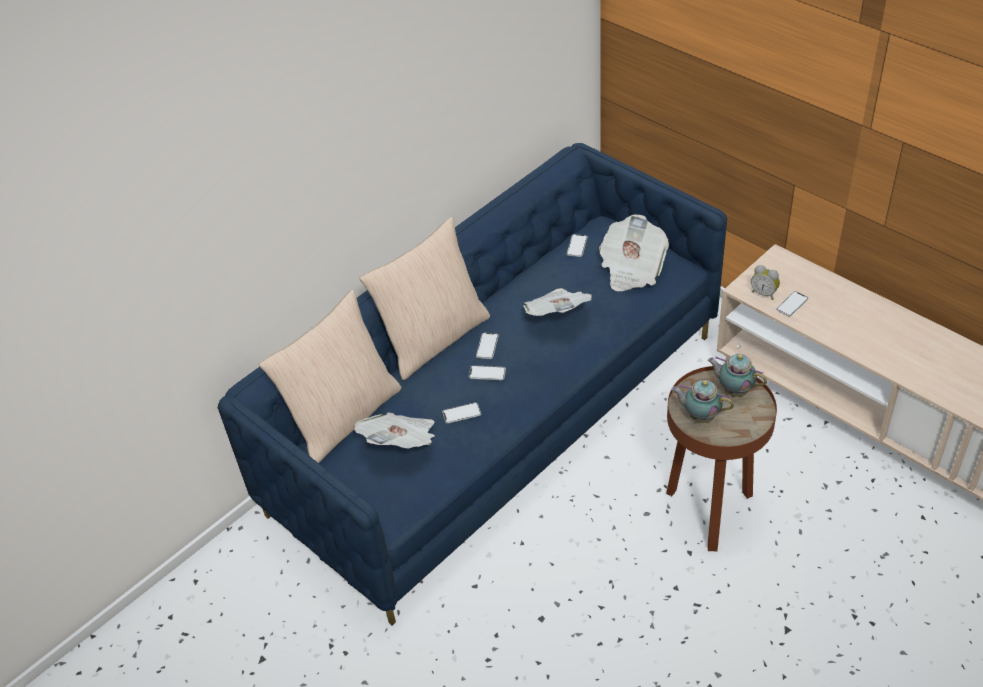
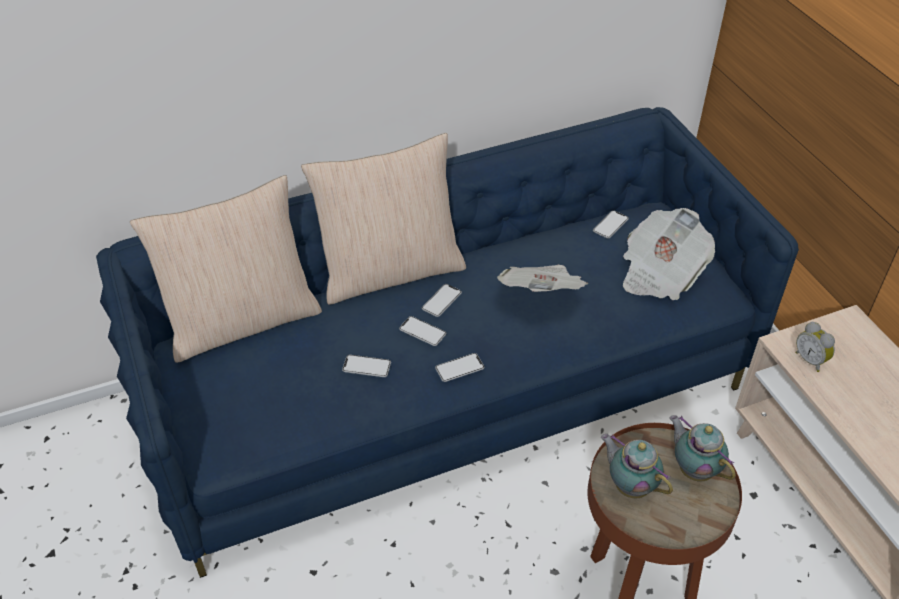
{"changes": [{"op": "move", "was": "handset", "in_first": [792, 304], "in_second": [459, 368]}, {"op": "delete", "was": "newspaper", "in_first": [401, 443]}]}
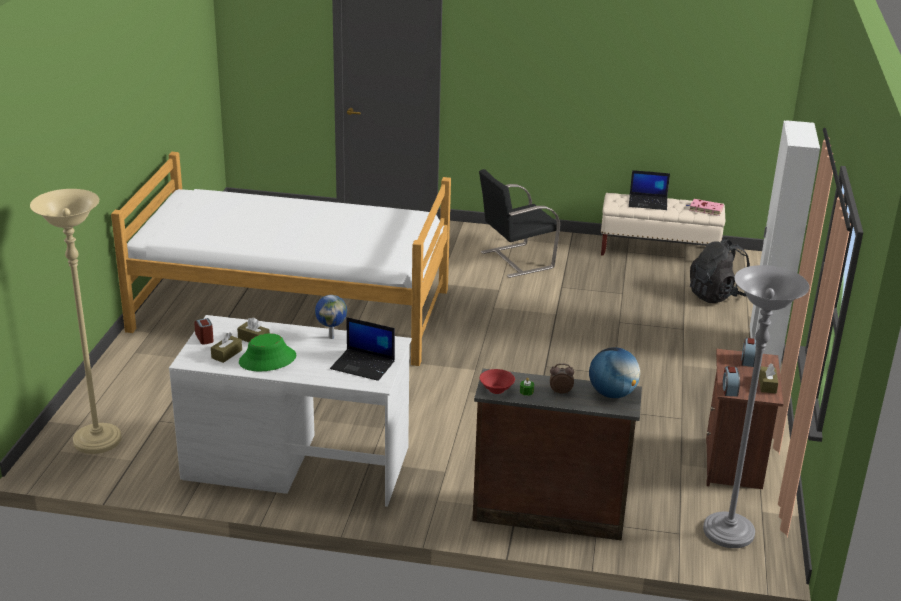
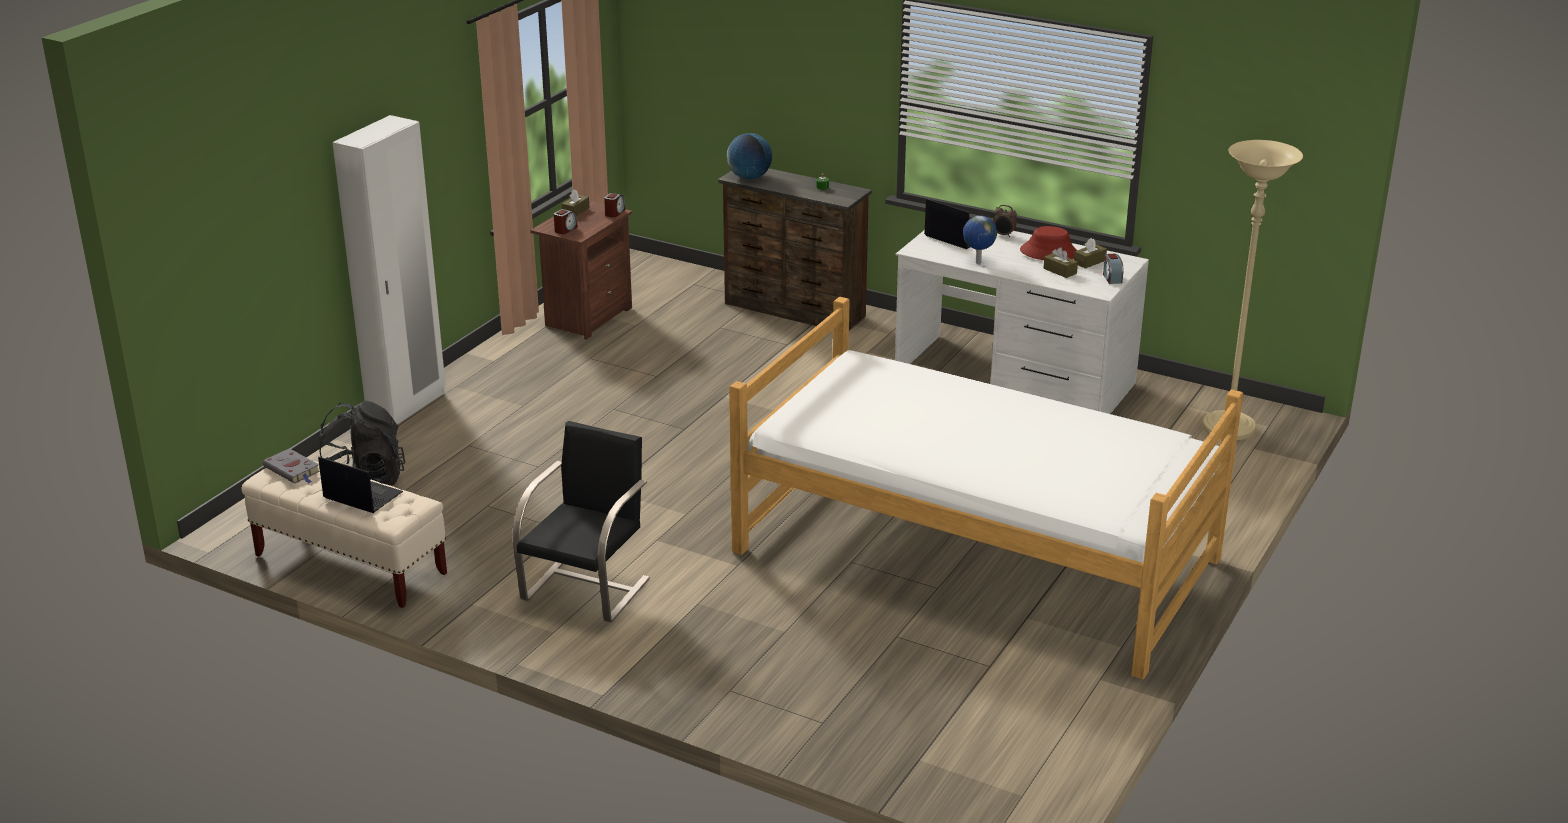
{"changes": [{"op": "recolor", "was": "pink-coloured volume", "now": "grey volume", "in_first": [705, 209], "in_second": [293, 470]}, {"op": "rotate", "was": "black plain chair", "in_first": [515, 260], "in_second": [587, 588], "clockwise": -60}, {"op": "move", "was": "table clock", "in_first": [560, 392], "in_second": [1003, 235]}, {"op": "recolor", "was": "greenish wearable hat", "now": "red wearable hat", "in_first": [267, 359], "in_second": [1049, 252]}, {"op": "delete", "was": "red deep dish", "in_first": [496, 389]}, {"op": "delete", "was": "grey standard lamp", "in_first": [728, 533]}]}
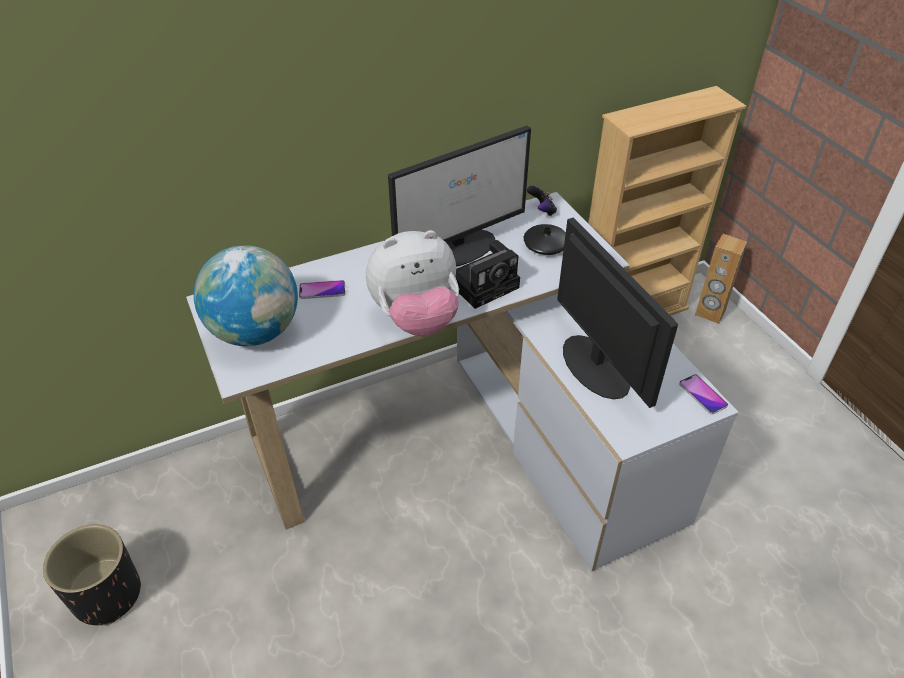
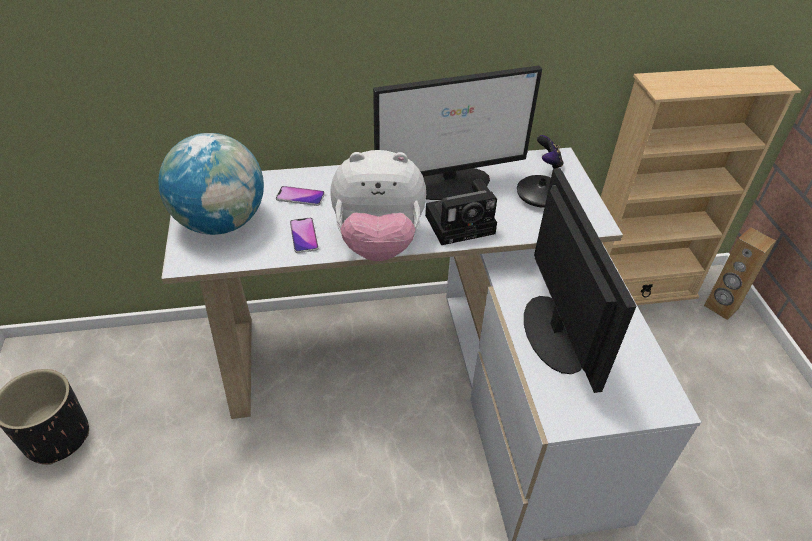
{"changes": [{"op": "move", "was": "handset", "in_first": [702, 395], "in_second": [304, 236]}]}
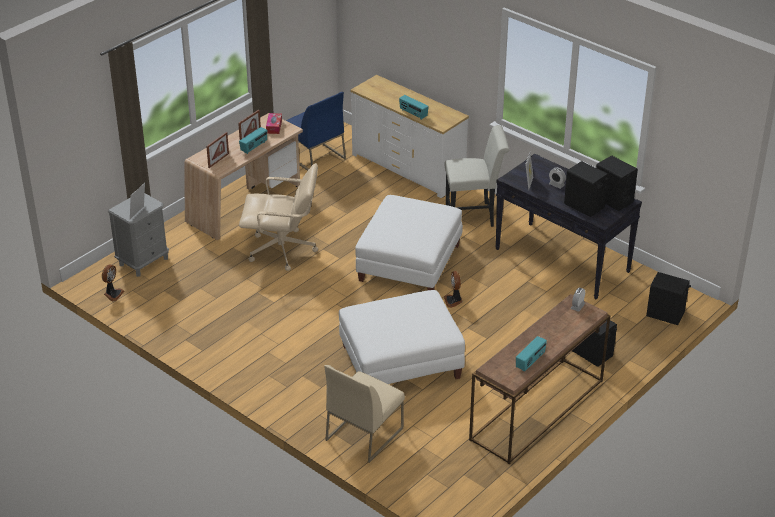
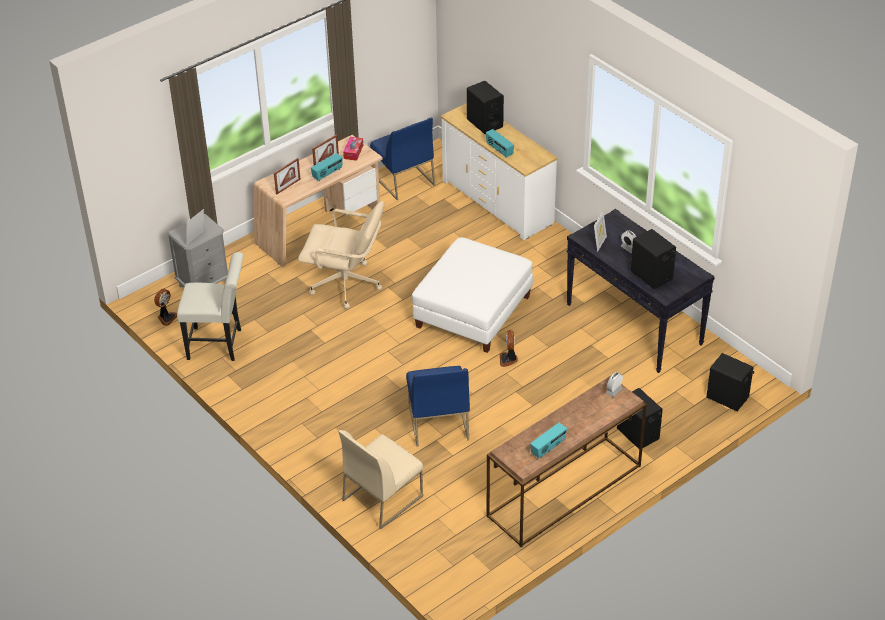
{"changes": [{"op": "move", "was": "whitish plain chair", "in_first": [474, 215], "in_second": [219, 344]}, {"op": "replace", "was": "whitish ottoman", "now": "blue plain chair", "in_first": [400, 361], "in_second": [438, 422]}, {"op": "move", "was": "black audio speaker", "in_first": [612, 200], "in_second": [484, 123]}]}
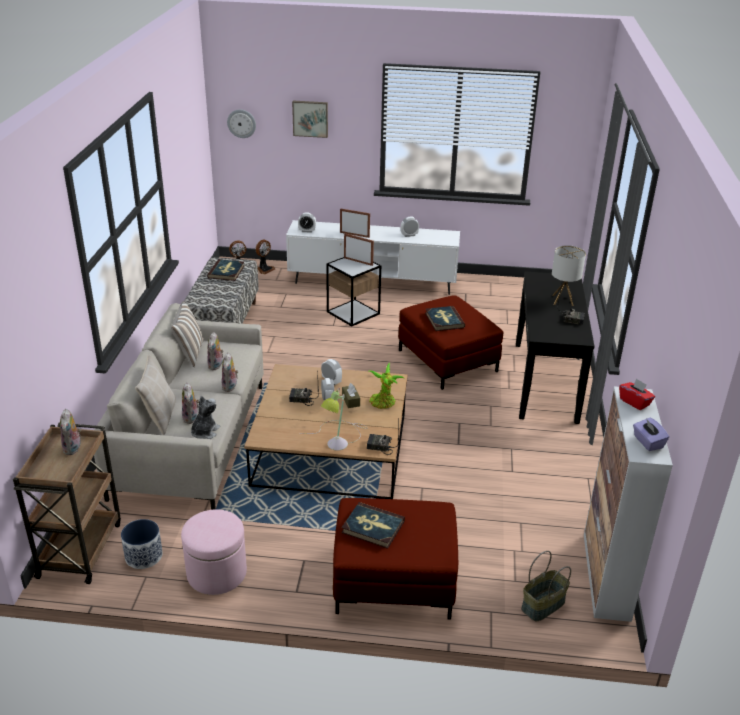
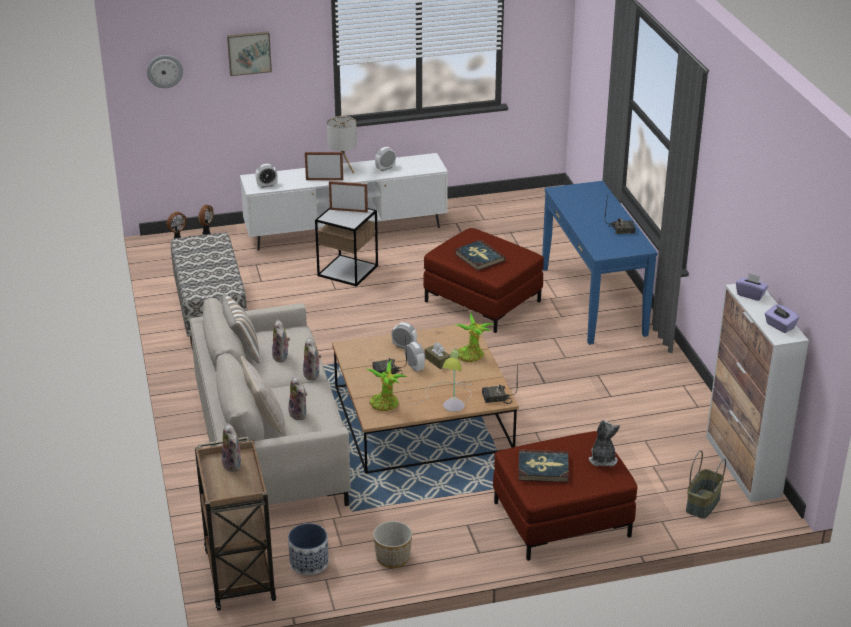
{"changes": [{"op": "move", "was": "tabletop lamp", "in_first": [563, 300], "in_second": [343, 170]}, {"op": "insert", "now": "potted plant", "in_second": [385, 405]}, {"op": "replace", "was": "pink-coloured ottoman", "now": "planter", "in_first": [216, 573], "in_second": [392, 557]}, {"op": "recolor", "was": "black console table", "now": "blue console table", "in_first": [546, 381], "in_second": [593, 301]}, {"op": "move", "was": "plush toy", "in_first": [204, 432], "in_second": [602, 459]}, {"op": "recolor", "was": "red tissue box", "now": "purple tissue box", "in_first": [634, 402], "in_second": [750, 295]}, {"op": "delete", "was": "volume", "in_first": [226, 272]}]}
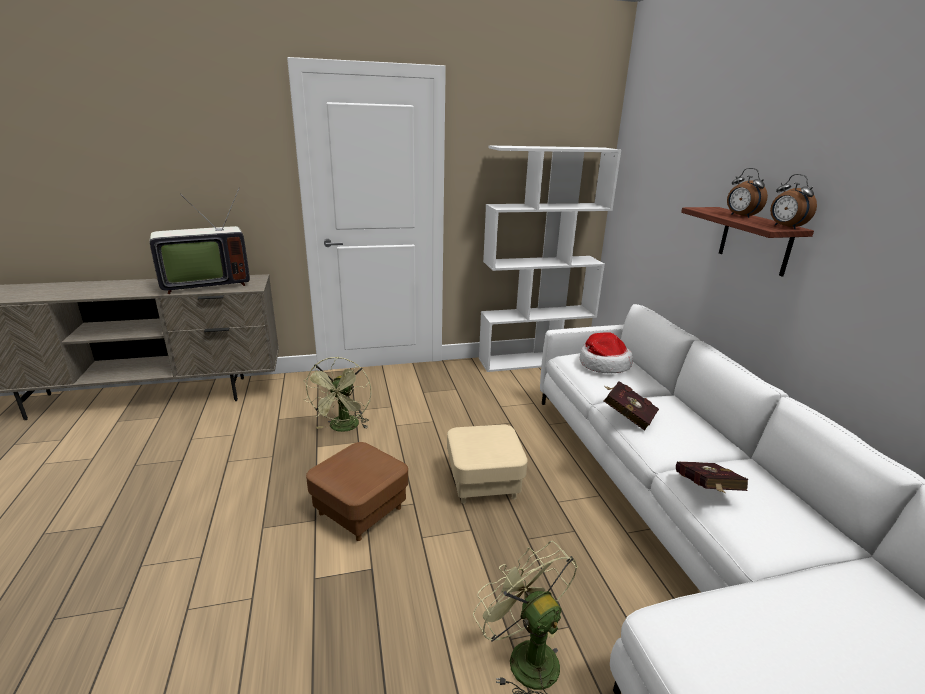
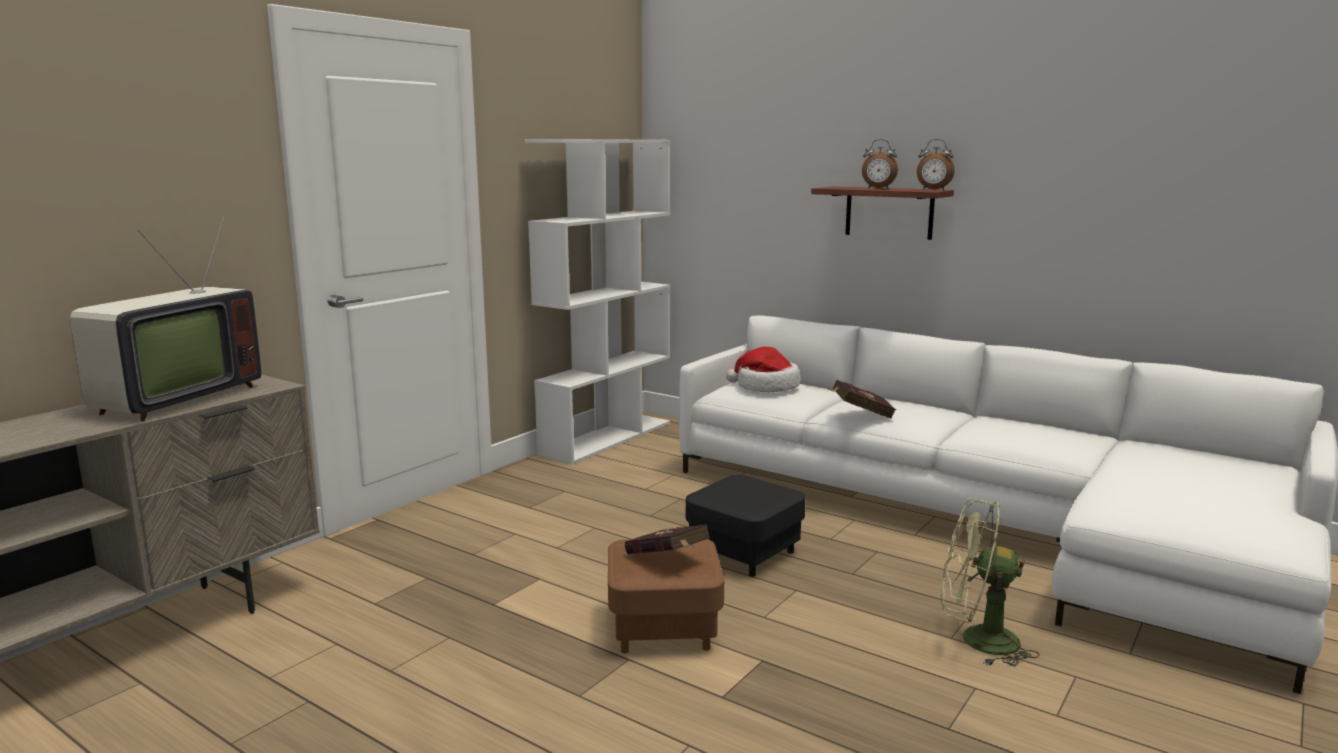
{"changes": [{"op": "move", "was": "red volume", "in_first": [706, 491], "in_second": [668, 561]}, {"op": "recolor", "was": "sand-coloured ottoman", "now": "black ottoman", "in_first": [483, 483], "in_second": [744, 554]}, {"op": "delete", "was": "greenish cooling fan", "in_first": [343, 428]}]}
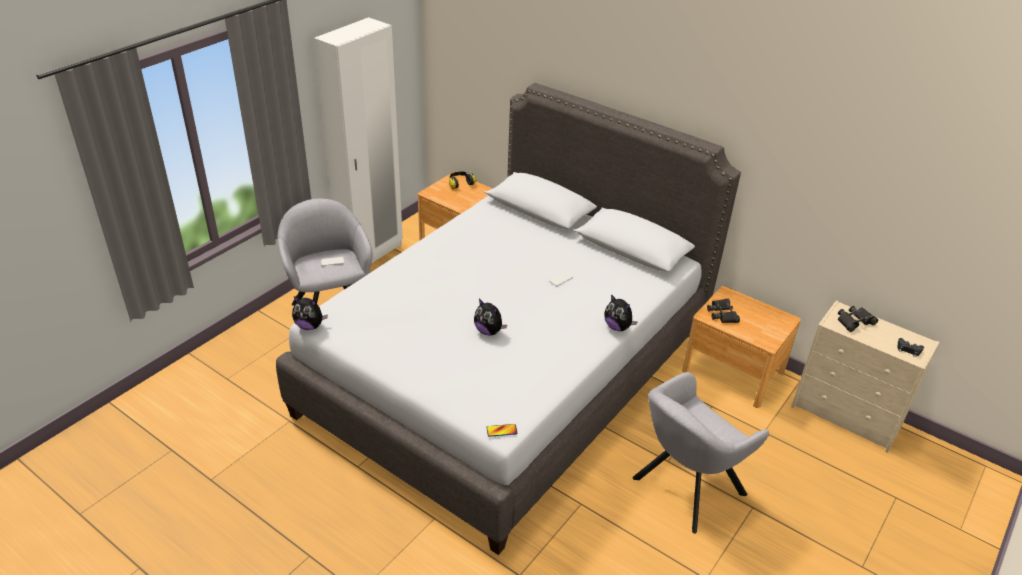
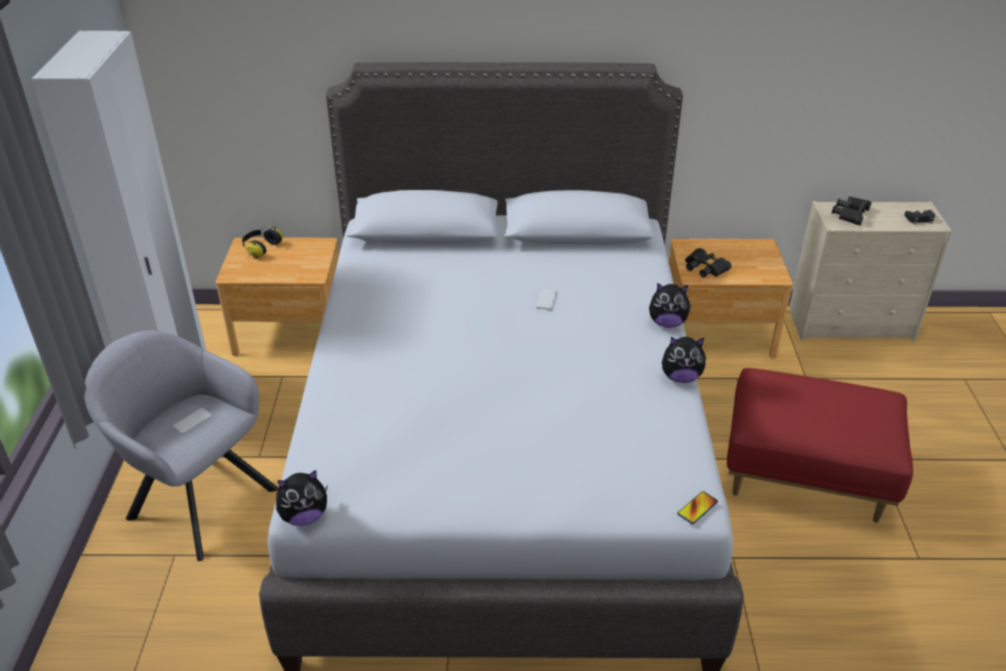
{"changes": [{"op": "move", "was": "plush toy", "in_first": [489, 331], "in_second": [681, 377]}, {"op": "replace", "was": "grey armchair", "now": "red ottoman", "in_first": [684, 489], "in_second": [804, 478]}]}
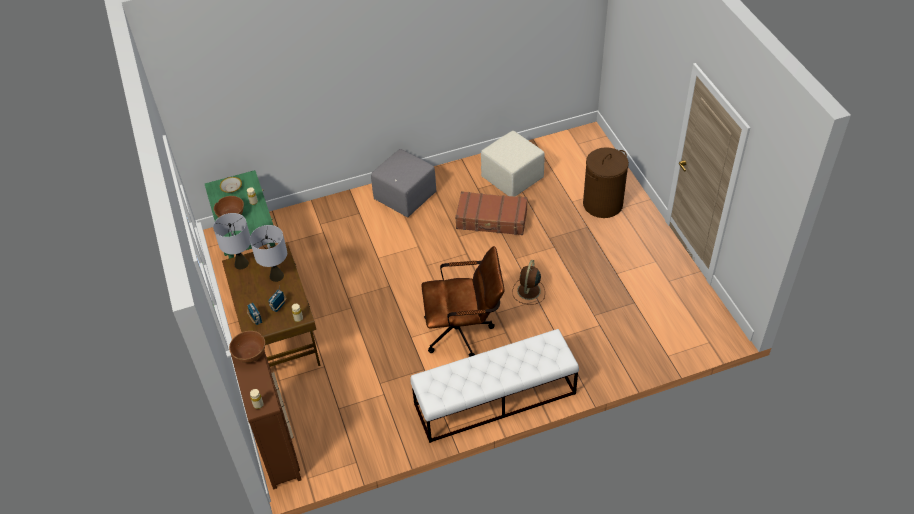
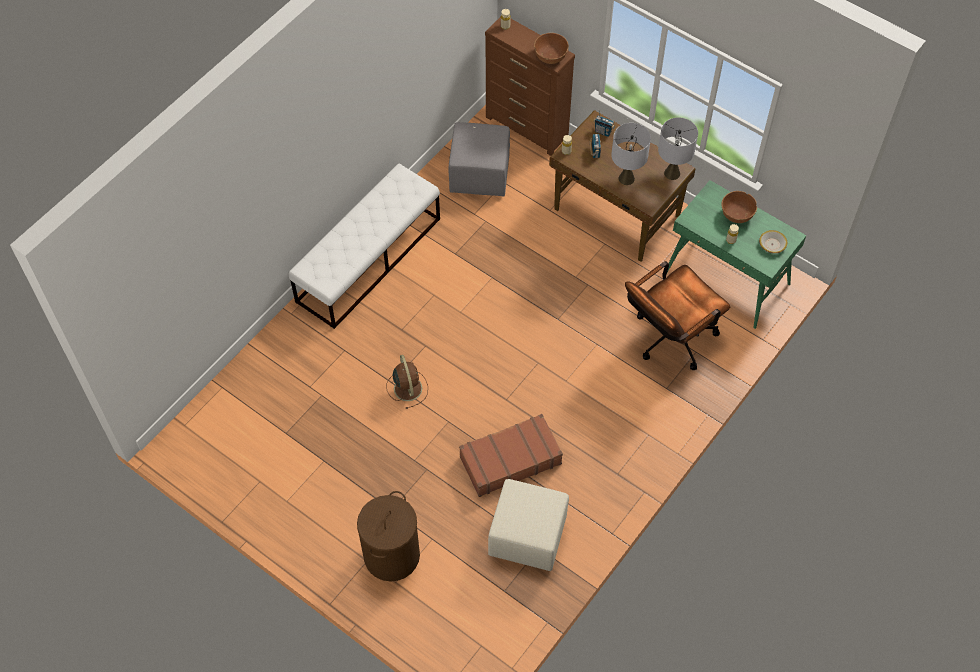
{"changes": [{"op": "move", "was": "grey ottoman", "in_first": [405, 197], "in_second": [479, 174]}, {"op": "move", "was": "brownish office chair", "in_first": [464, 331], "in_second": [668, 340]}]}
